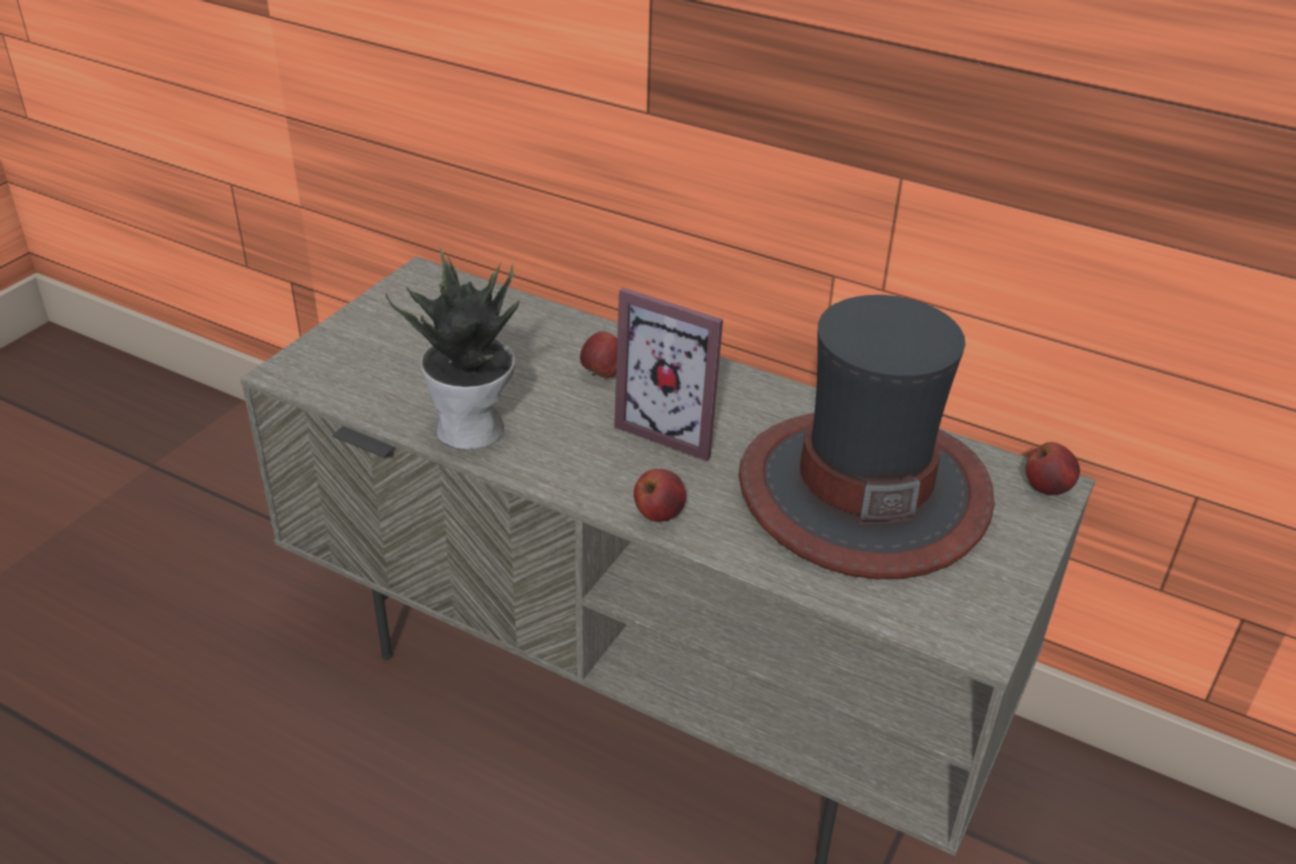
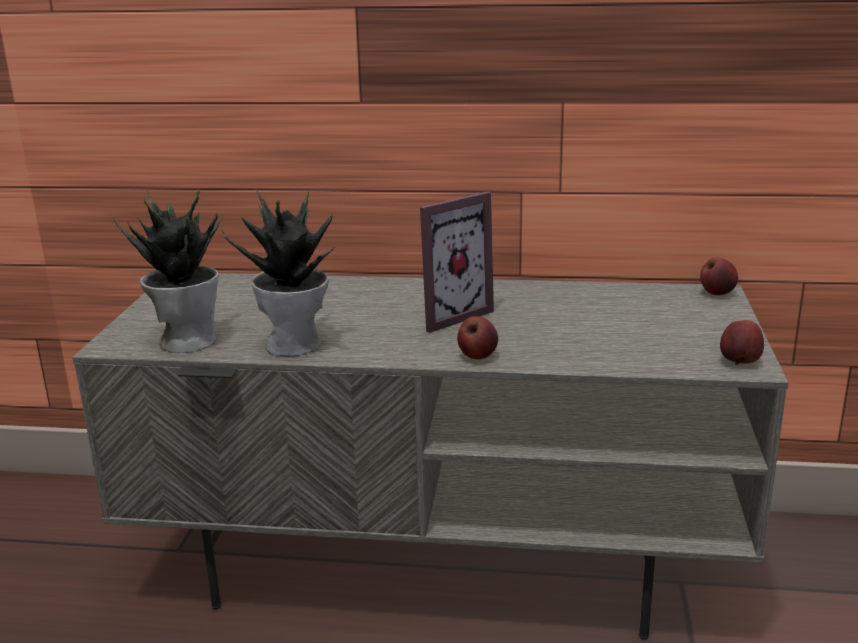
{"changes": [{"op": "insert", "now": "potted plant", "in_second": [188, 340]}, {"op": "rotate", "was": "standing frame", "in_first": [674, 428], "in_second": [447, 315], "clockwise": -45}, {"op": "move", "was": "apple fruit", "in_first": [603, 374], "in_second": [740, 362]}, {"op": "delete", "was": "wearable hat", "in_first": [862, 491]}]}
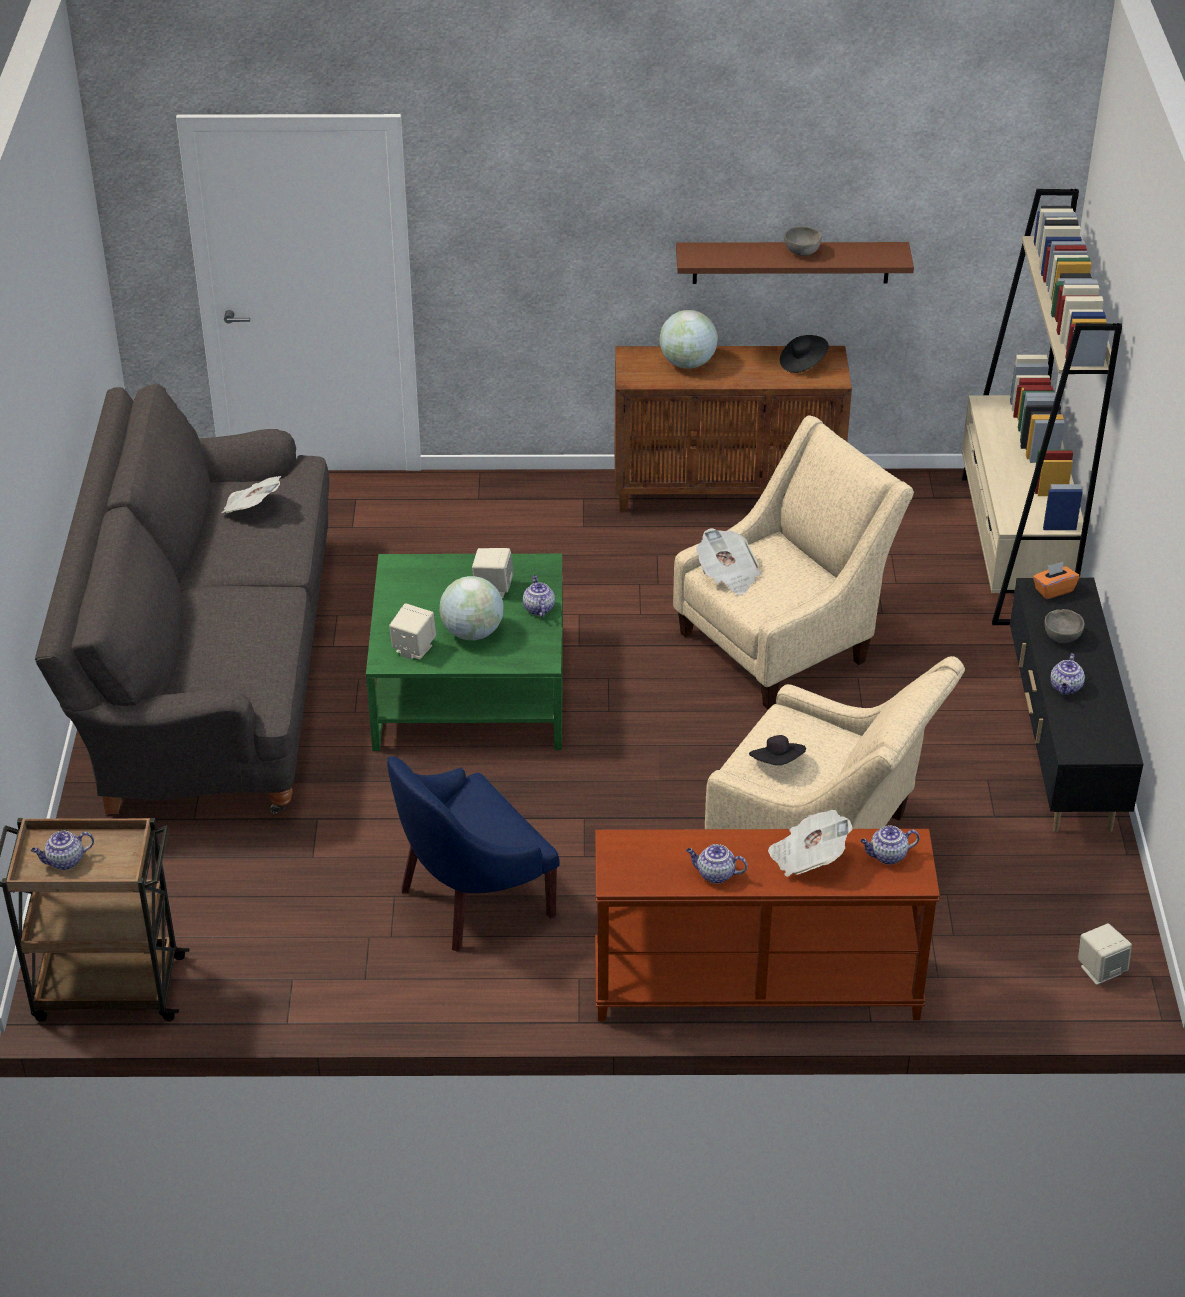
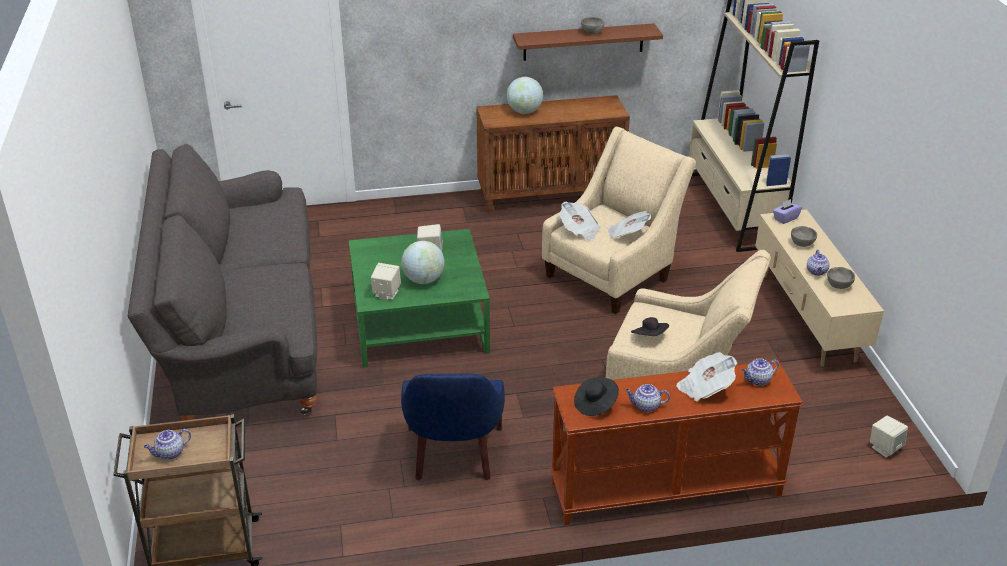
{"changes": [{"op": "rotate", "was": "blue armchair", "in_first": [470, 899], "in_second": [454, 454], "clockwise": -45}, {"op": "move", "was": "black wearable hat", "in_first": [802, 363], "in_second": [595, 404]}, {"op": "move", "was": "newspaper", "in_first": [252, 508], "in_second": [627, 234]}, {"op": "recolor", "was": "black media console", "now": "sand-coloured media console", "in_first": [1062, 750], "in_second": [806, 318]}, {"op": "recolor", "was": "orangey tissue box", "now": "purple tissue box", "in_first": [1053, 590], "in_second": [785, 218]}, {"op": "insert", "now": "grey deep dish", "in_second": [839, 285]}, {"op": "delete", "was": "tea pot", "in_first": [538, 608]}]}
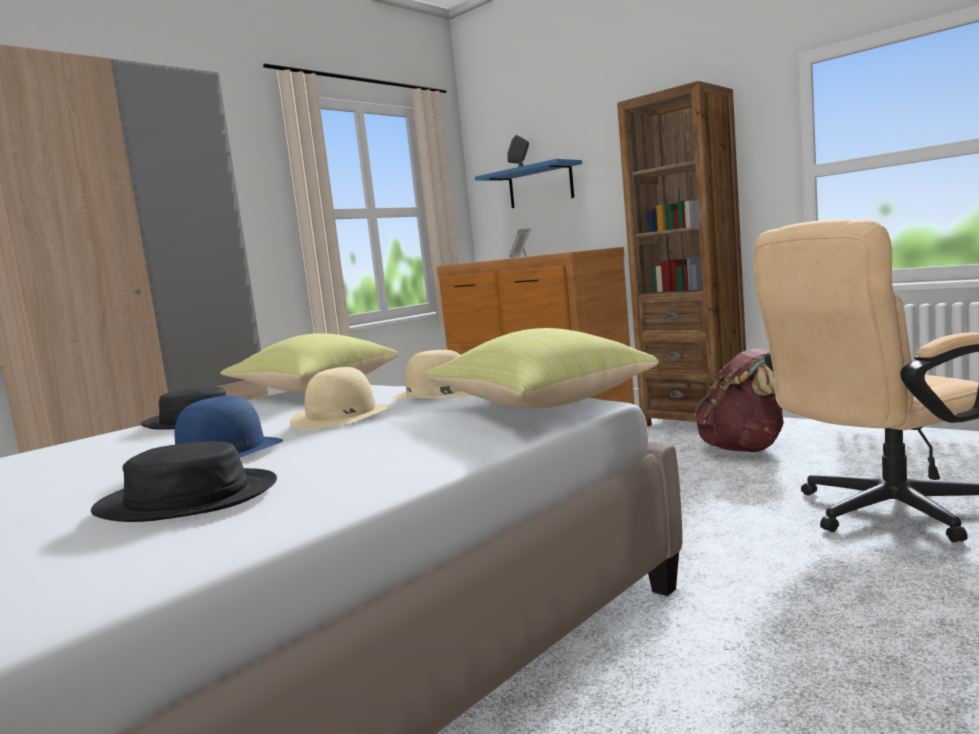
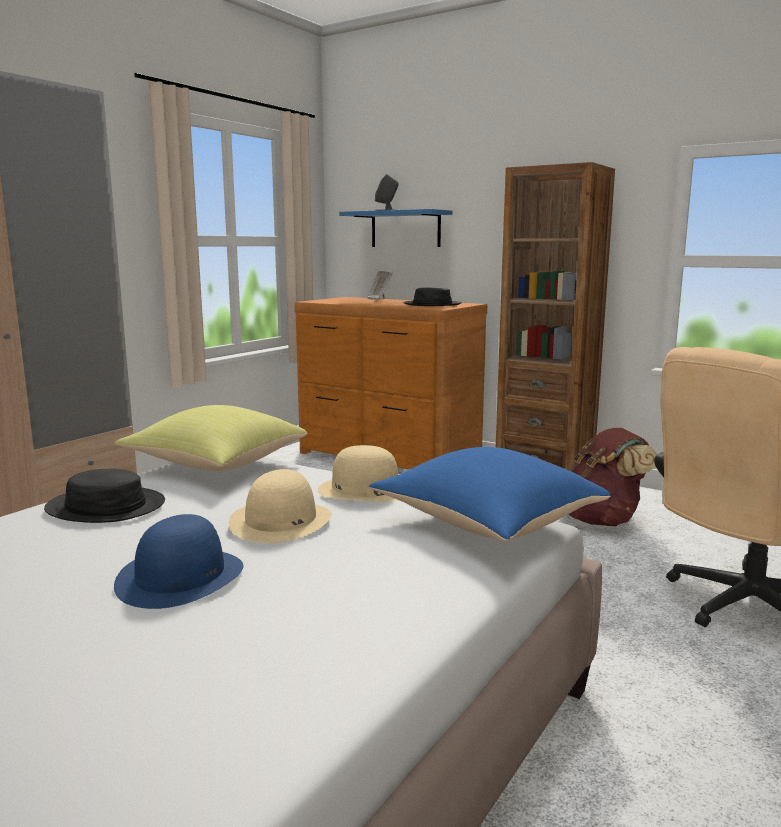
{"changes": [{"op": "recolor", "was": "yellowish cushion", "now": "blue cushion", "in_first": [536, 406], "in_second": [484, 525]}, {"op": "move", "was": "black wearable hat", "in_first": [188, 498], "in_second": [432, 304]}]}
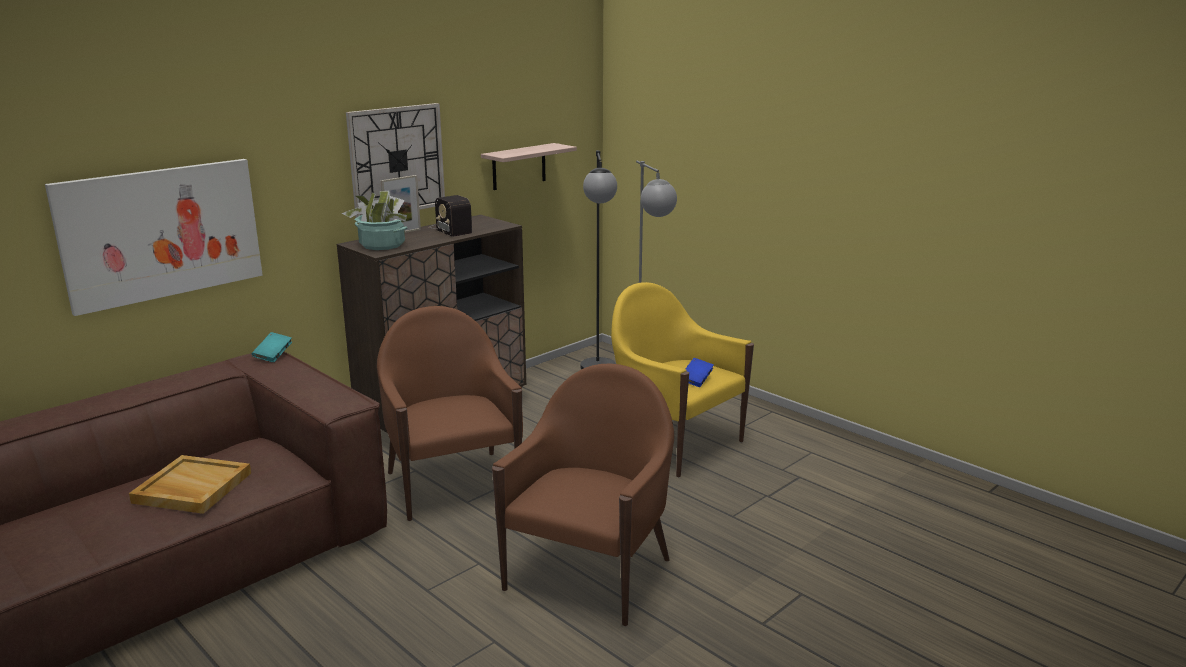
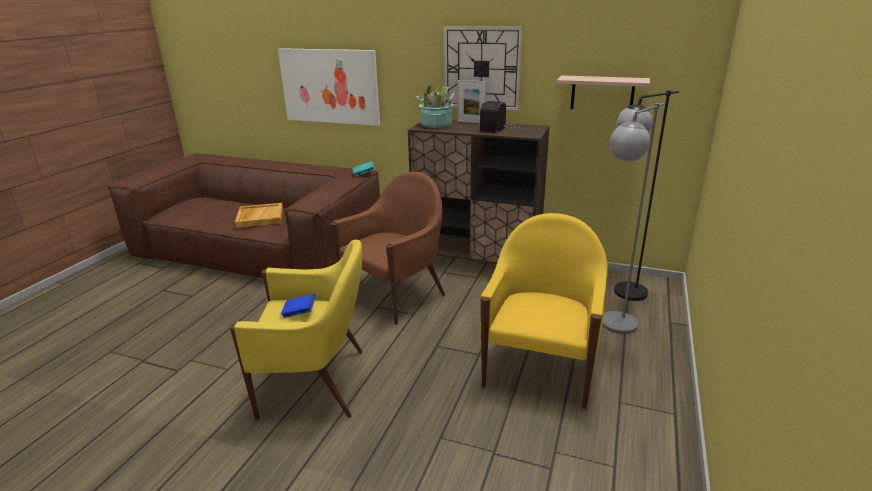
{"changes": [{"op": "recolor", "was": "brownish armchair", "now": "yellowish armchair", "in_first": [589, 572], "in_second": [316, 383]}, {"op": "move", "was": "blue volume", "in_first": [696, 380], "in_second": [299, 313]}]}
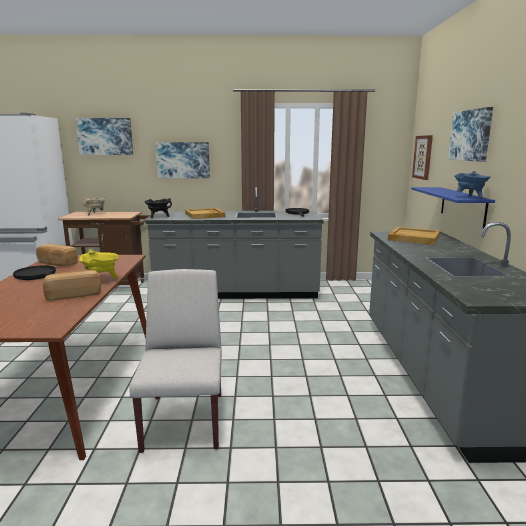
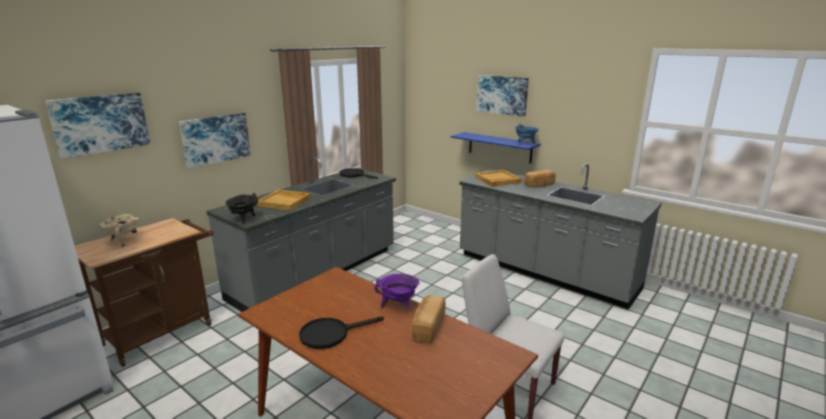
{"changes": [{"op": "recolor", "was": "yellowish stockpot", "now": "purple stockpot", "in_first": [101, 280], "in_second": [398, 306]}, {"op": "move", "was": "baked bread", "in_first": [57, 264], "in_second": [540, 185]}, {"op": "delete", "was": "wall art", "in_first": [423, 157]}]}
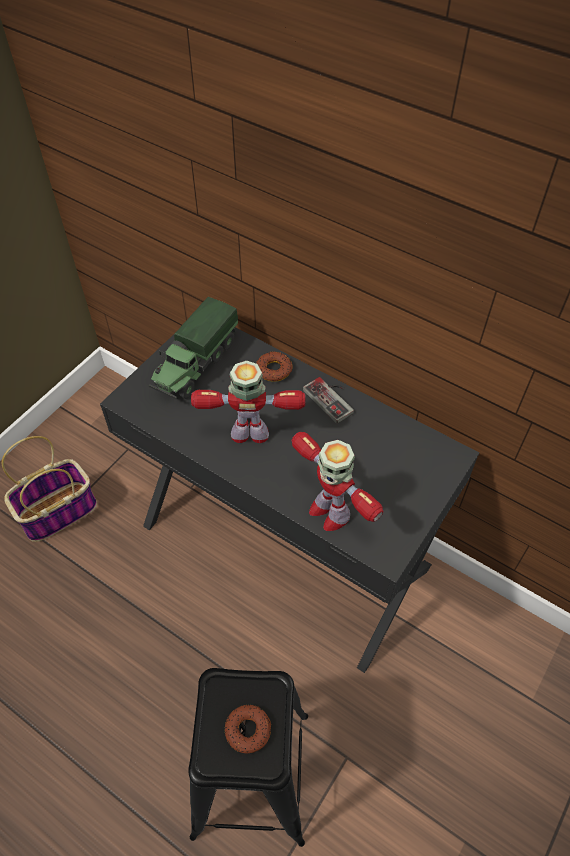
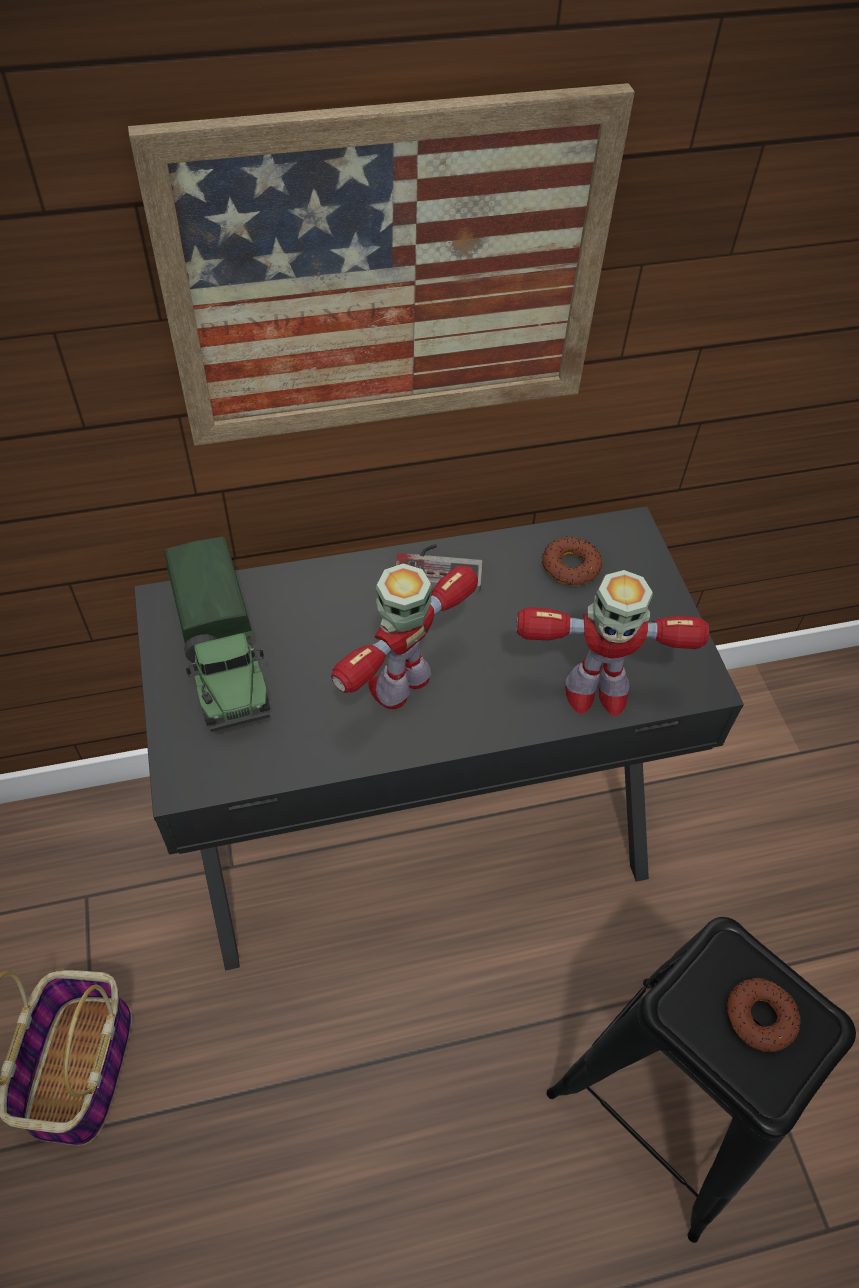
{"changes": [{"op": "insert", "now": "wall art", "in_second": [388, 277]}, {"op": "move", "was": "donut", "in_first": [274, 370], "in_second": [570, 566]}]}
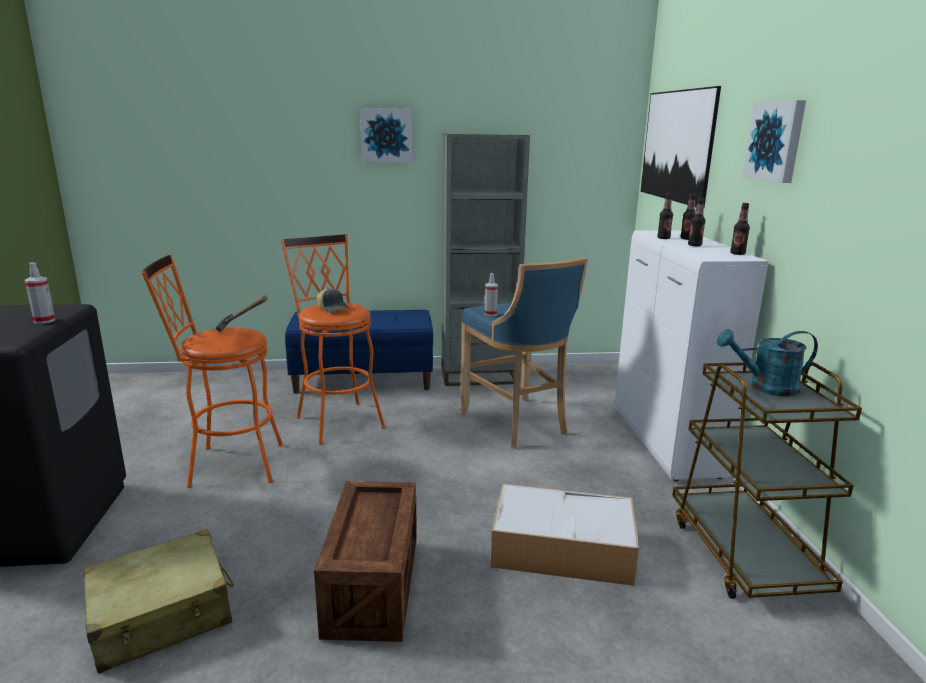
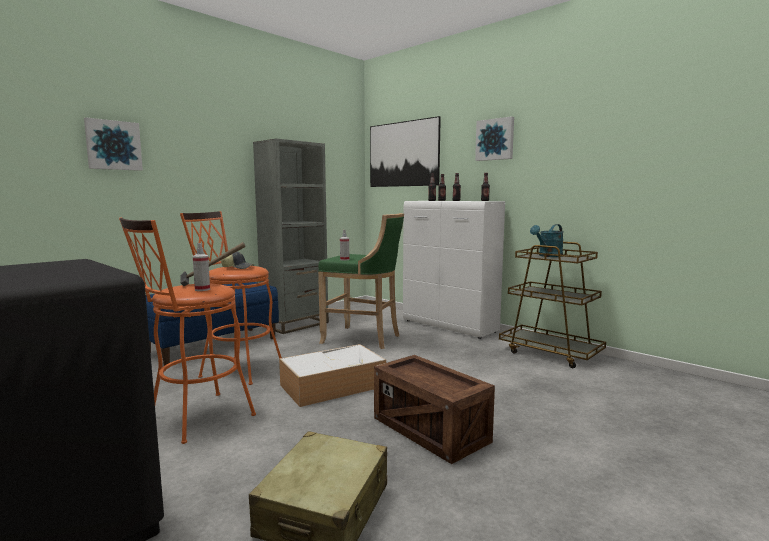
{"changes": [{"op": "move", "was": "wall art", "in_first": [387, 135], "in_second": [113, 145]}, {"op": "move", "was": "sprayer", "in_first": [44, 320], "in_second": [202, 289]}, {"op": "move", "was": "storage container", "in_first": [564, 548], "in_second": [334, 385]}, {"op": "recolor", "was": "blue stool seat", "now": "greenish stool seat", "in_first": [517, 424], "in_second": [364, 339]}]}
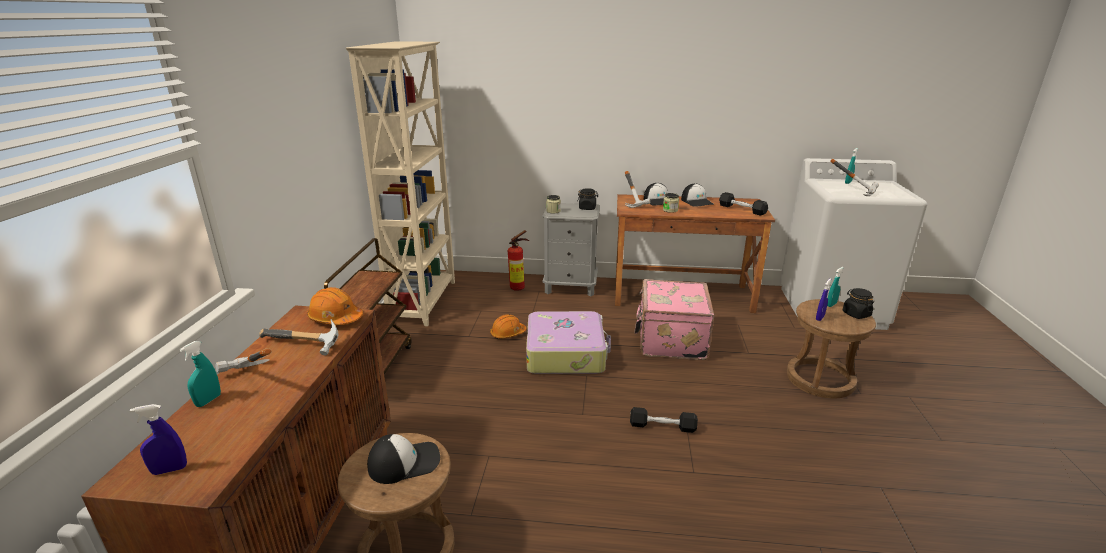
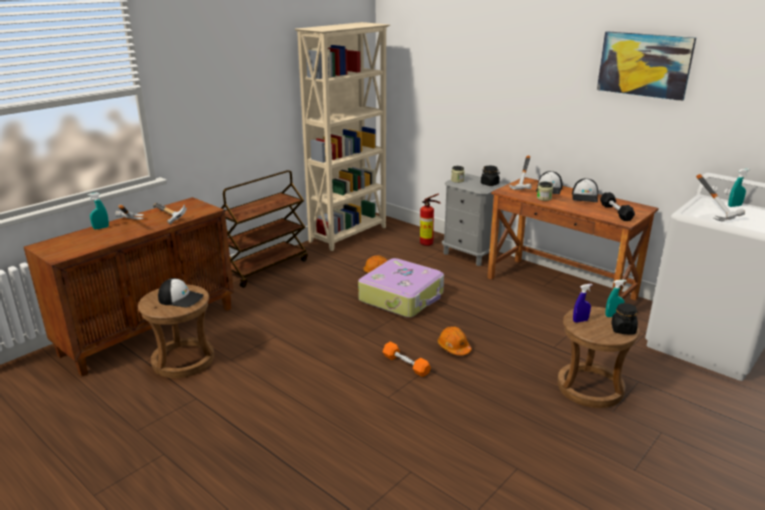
{"changes": [{"op": "recolor", "was": "black free weight", "now": "orangey free weight", "in_first": [662, 426], "in_second": [405, 364]}, {"op": "move", "was": "orangey hard hat", "in_first": [335, 318], "in_second": [454, 347]}, {"op": "insert", "now": "wall art", "in_second": [644, 65]}, {"op": "delete", "was": "blue sprayer", "in_first": [169, 470]}, {"op": "delete", "was": "pink-coloured suitcase", "in_first": [670, 340]}]}
